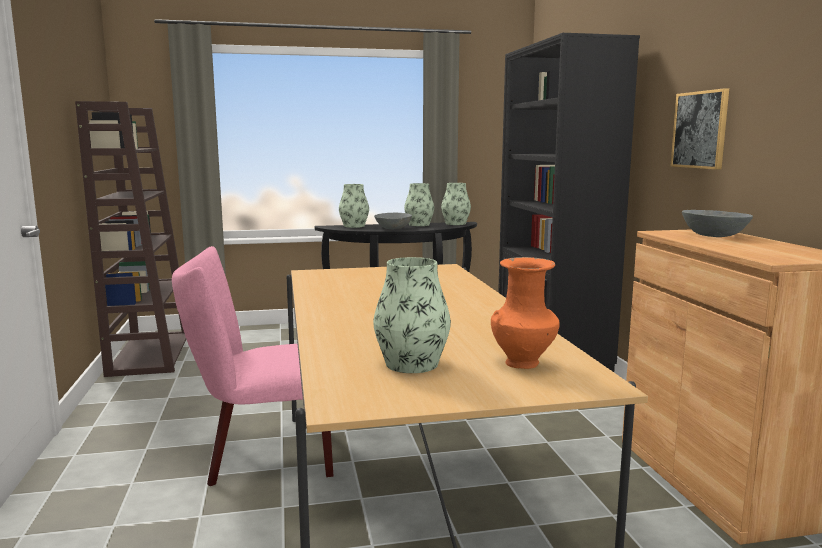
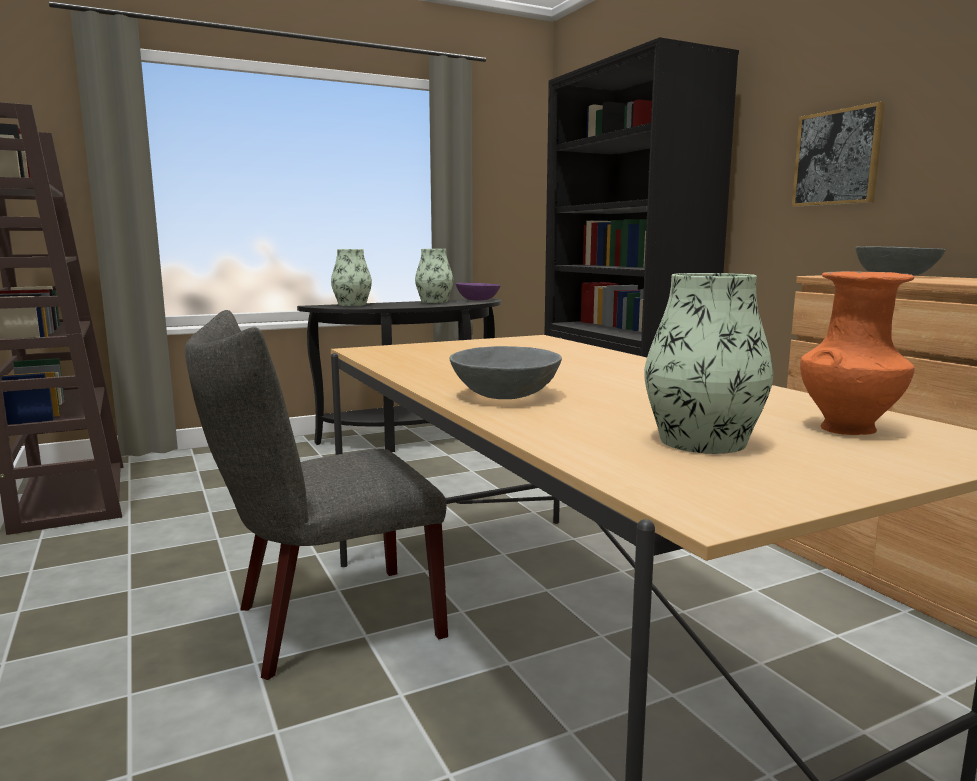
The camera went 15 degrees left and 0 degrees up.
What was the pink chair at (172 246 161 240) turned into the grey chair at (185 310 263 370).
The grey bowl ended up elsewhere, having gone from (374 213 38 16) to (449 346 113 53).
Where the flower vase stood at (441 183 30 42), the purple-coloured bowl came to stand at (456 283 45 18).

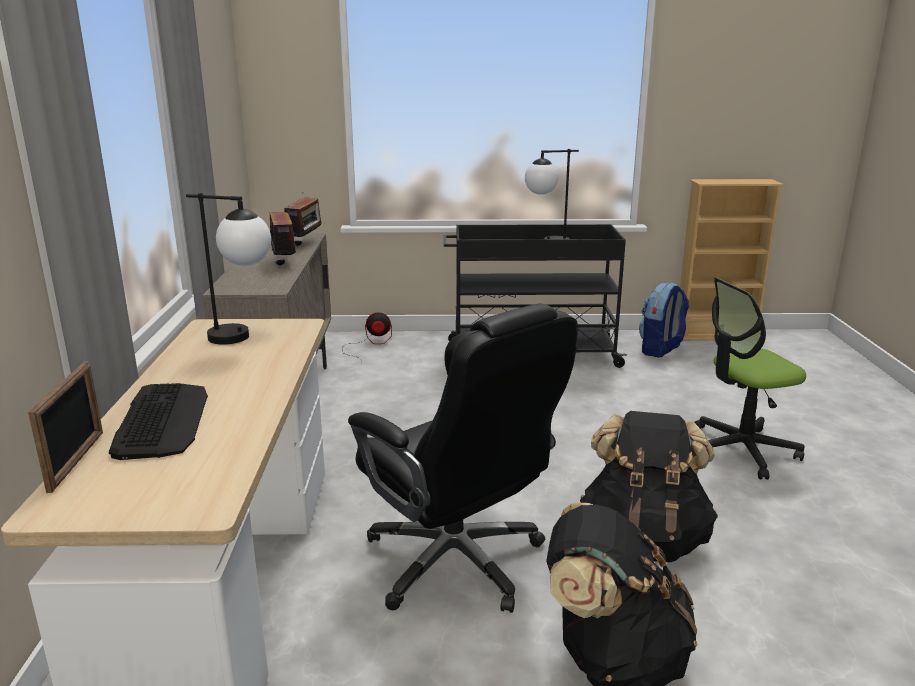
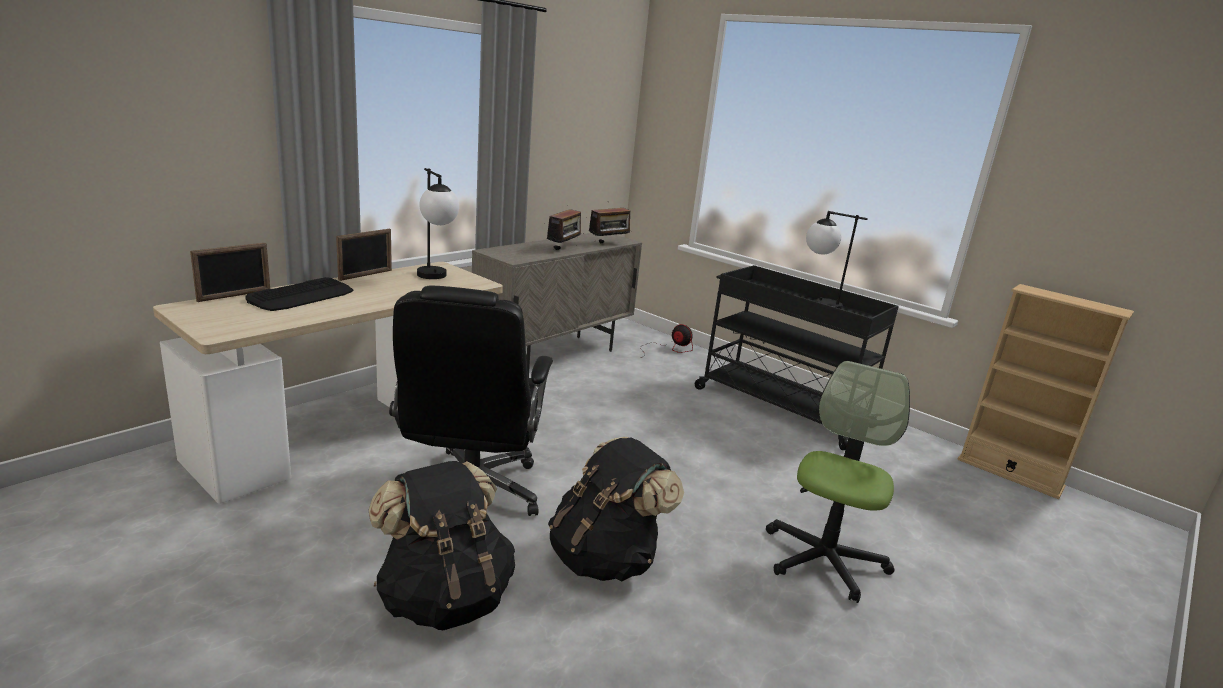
The camera went 40 degrees right and 0 degrees up.
The second view gained the picture frame at (336 229 56 52).
The office chair at (694 278 112 201) ended up facing another way, 90 degrees clockwise from before.
The second view lost the rucksack at (639 282 50 76).

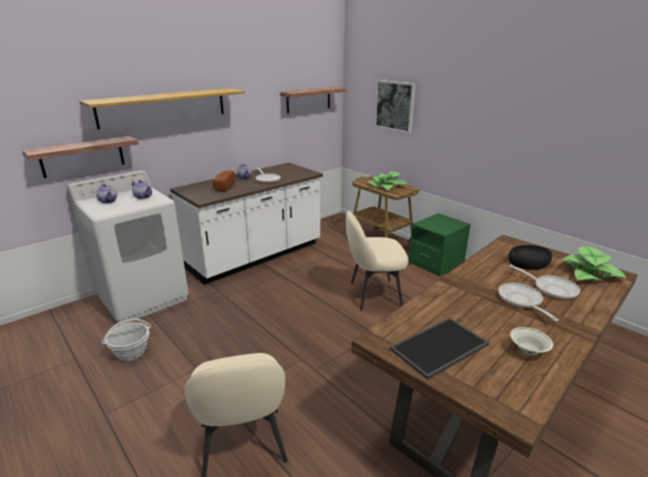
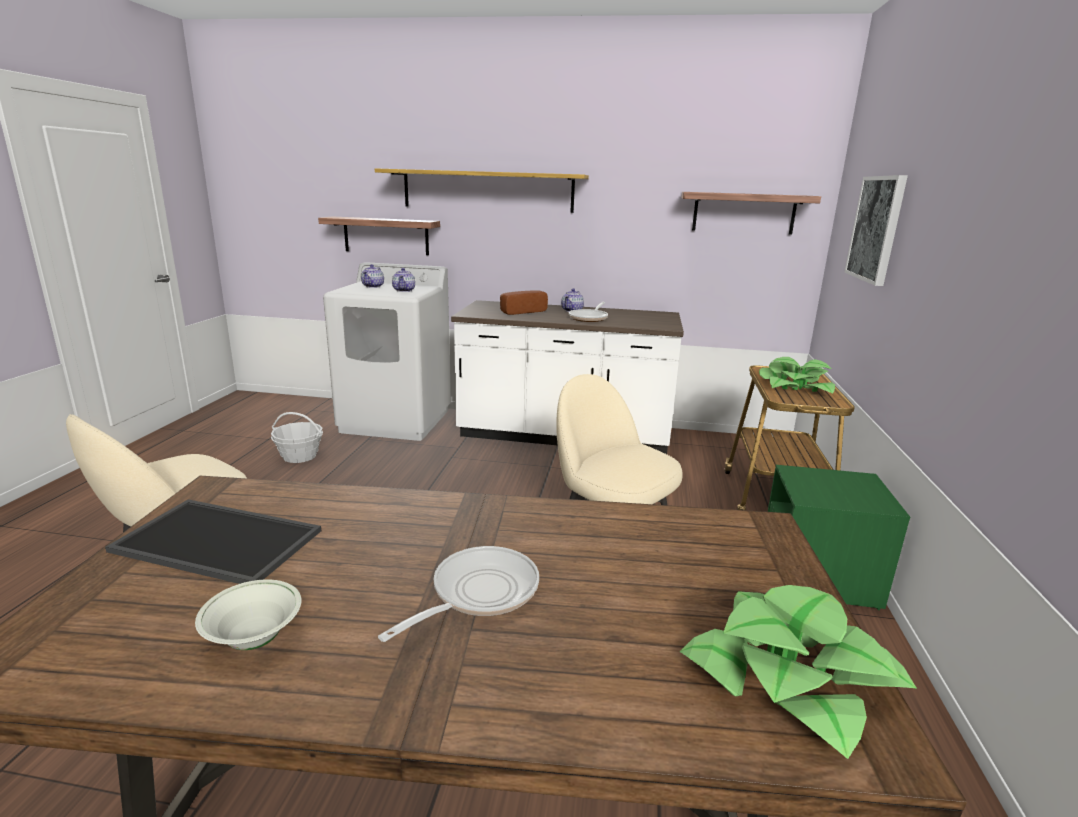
The camera went 50 degrees right and 5 degrees down.
The second view lost the black bowl at (508 245 44 25).
The second view lost the skillet at (509 265 71 34).

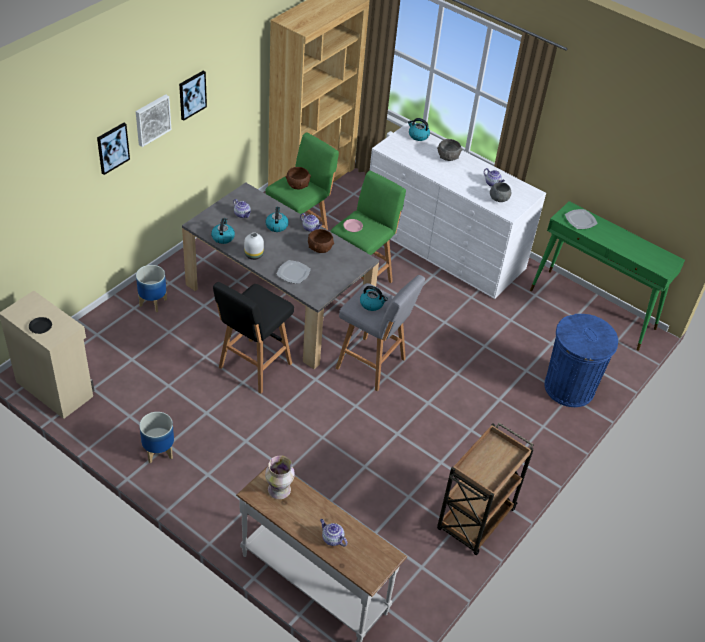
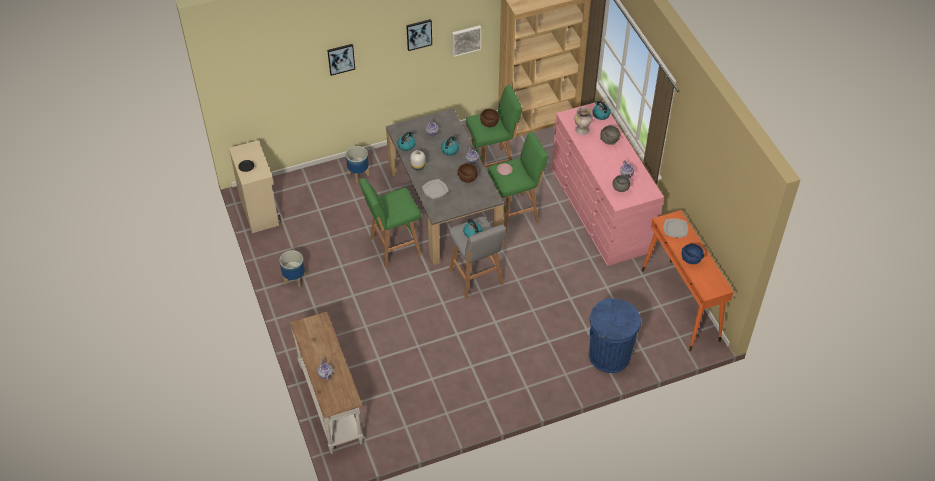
The camera went 35 degrees right and 5 degrees up.
What was the black stool seat at (213 282 81 112) turned into the green stool seat at (359 178 62 90).
The wall art ended up elsewhere, having gone from (136 94 35 53) to (452 25 29 32).
What was the whitish drawer chest at (370 123 176 176) turned into the pink drawer chest at (552 103 112 163).
The flower vase ended up elsewhere, having gone from (265 455 30 44) to (574 107 18 28).
What was the green narrow table at (530 201 155 150) turned into the orange narrow table at (642 210 92 141).
The second view gained the bluish bowl at (682 244 22 20).
The second view lost the brown-coloured trolley at (437 423 97 132).

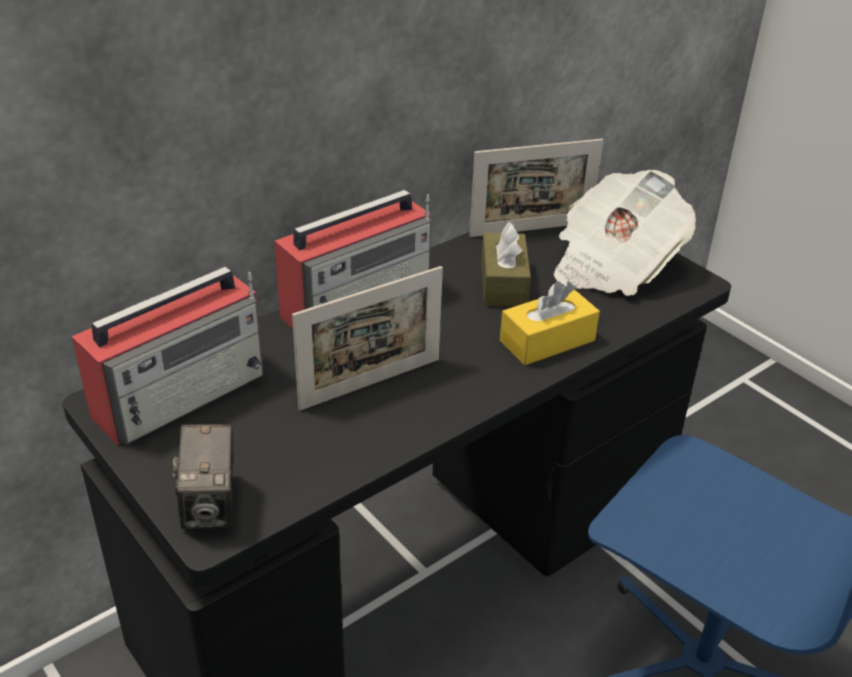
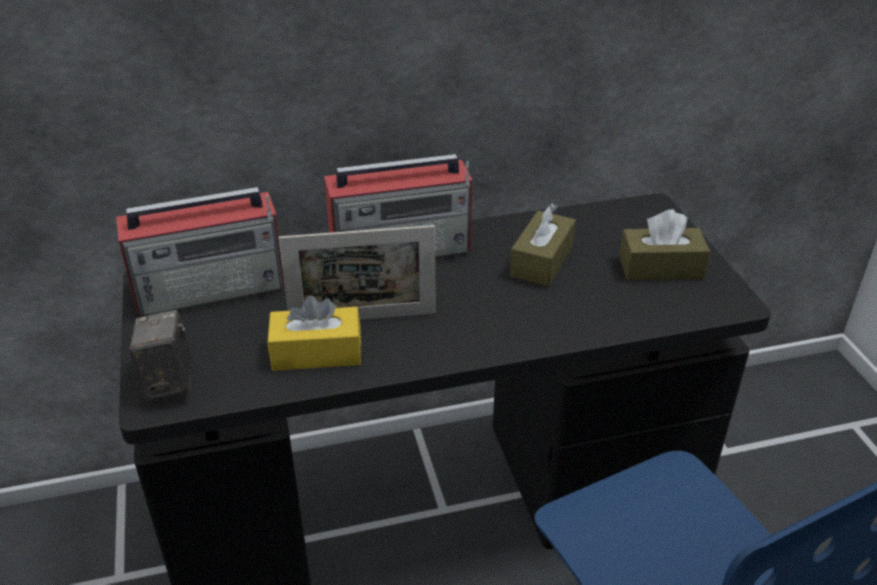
The camera went 25 degrees right and 0 degrees up.
The still camera at (172 424 62 105) ended up facing another way, 150 degrees clockwise from before.
The yellow tissue holder ended up elsewhere, having gone from (500 281 100 84) to (268 295 93 76).
Where the newspaper stood at (554 170 142 126), the brown-coloured tissue holder came to stand at (619 209 91 71).
The second view lost the picture frame at (470 139 133 98).

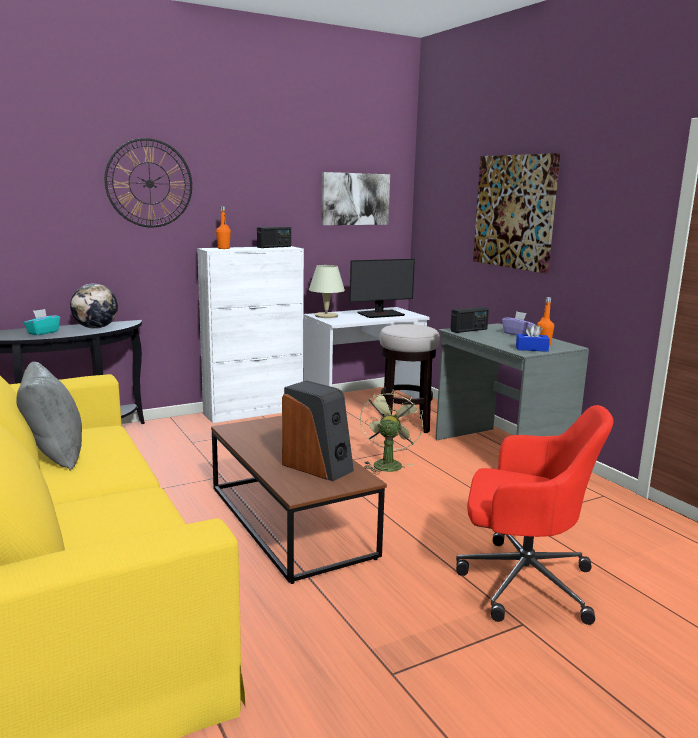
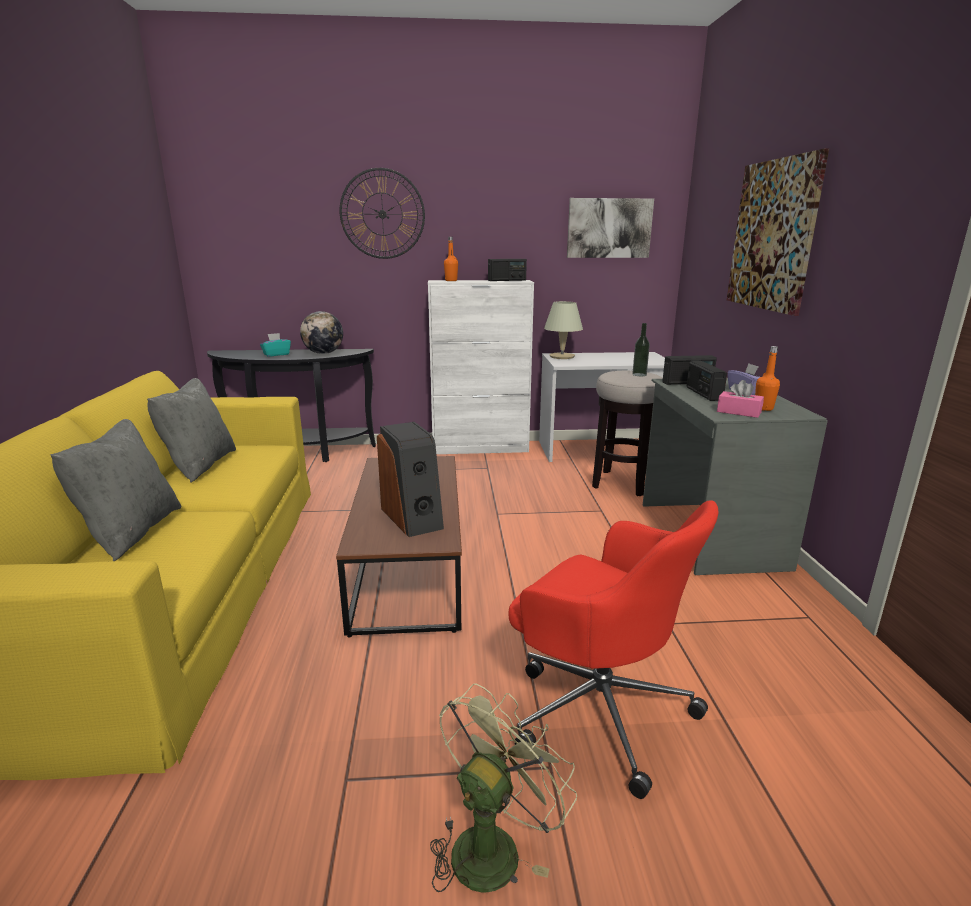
The camera went 25 degrees right and 5 degrees up.
The second view gained the grey throw pillow at (50 419 131 142).
The green fan ended up elsewhere, having gone from (360 390 63 84) to (430 684 147 208).
The second view gained the bottle at (632 323 18 53).
The second view gained the radio at (686 361 41 40).
What was the bluish tissue holder at (516 324 34 28) turned into the pink tissue holder at (717 380 47 38).
The second view lost the computer display at (350 259 65 59).

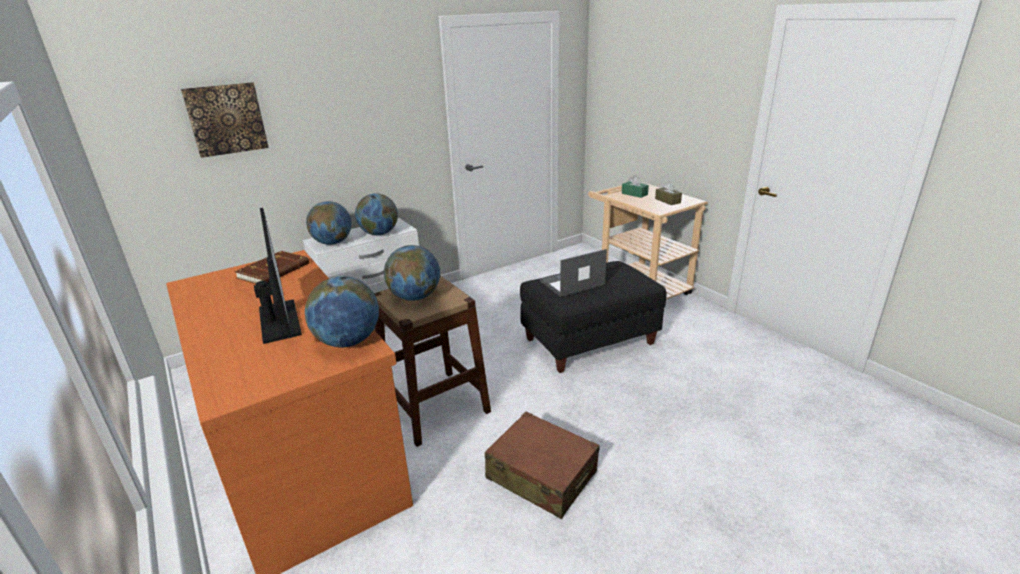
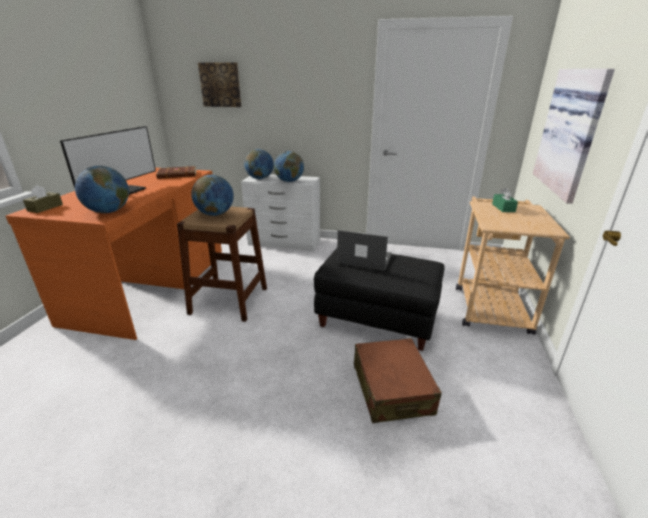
The camera went 45 degrees right and 0 degrees up.
The brown-coloured tissue holder ended up elsewhere, having gone from (655 181 27 24) to (23 185 40 28).
The brown-coloured suitcase ended up elsewhere, having gone from (485 412 115 107) to (354 338 88 85).
The second view gained the wall art at (533 69 82 135).

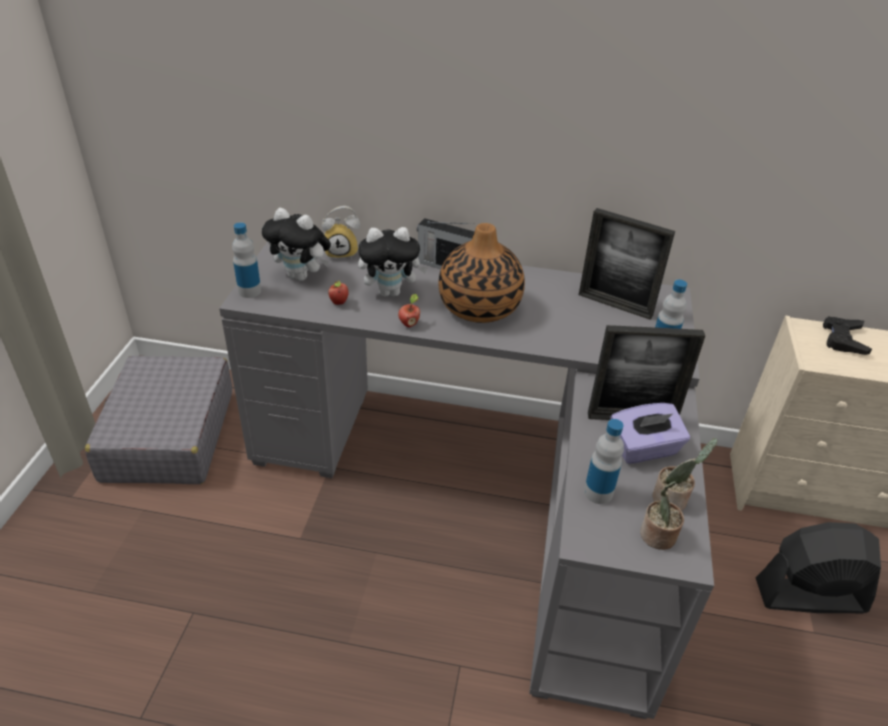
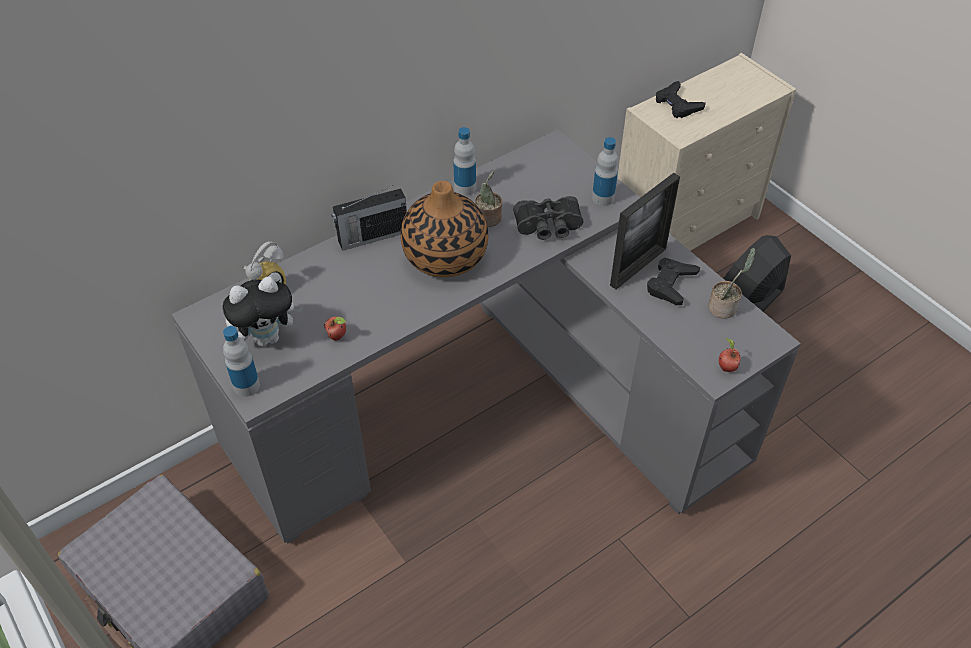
The camera went 45 degrees left and 10 degrees up.
The bottle ended up elsewhere, having gone from (584 419 40 85) to (453 127 23 69).
The houseplant ended up elsewhere, having gone from (640 481 44 69) to (475 171 27 56).
The second view gained the black binoculars at (513 196 70 44).
Where the purple-coloured tissue holder stood at (610 403 80 61), the black game controller came to stand at (647 258 53 47).
The whole apple ended up elsewhere, having gone from (398 294 22 33) to (719 338 22 34).
The second view lost the soft toy at (358 227 70 70).
The second view lost the picture frame at (579 208 96 112).

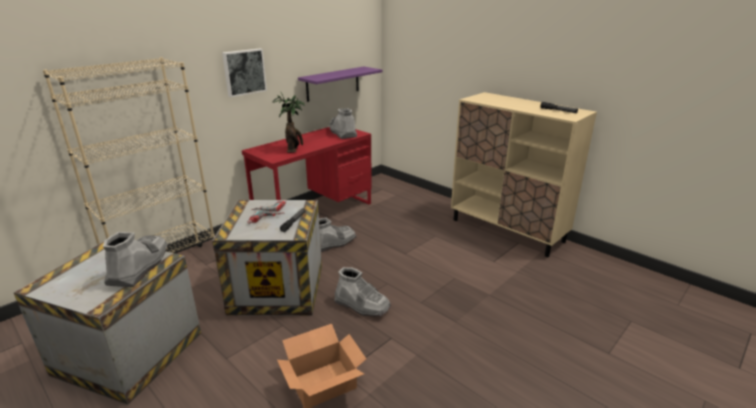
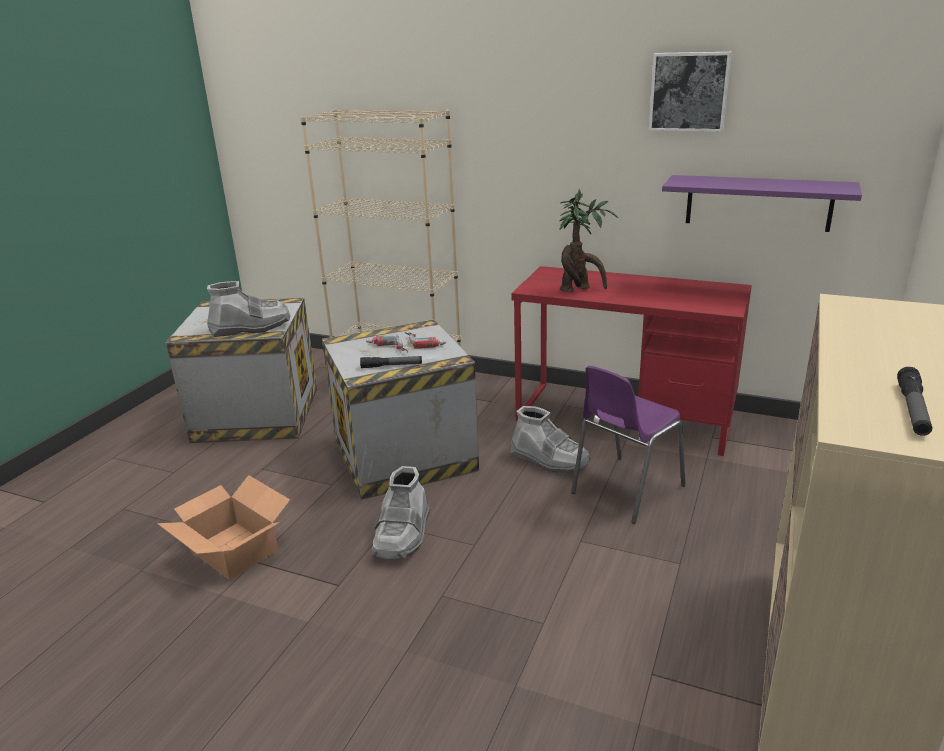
The camera went 70 degrees right and 0 degrees up.
The second view gained the purple-coloured chair at (571 366 115 158).
The wall art ended up elsewhere, having gone from (222 48 45 49) to (649 52 83 80).
The second view lost the grey high-top boot at (329 108 28 31).

